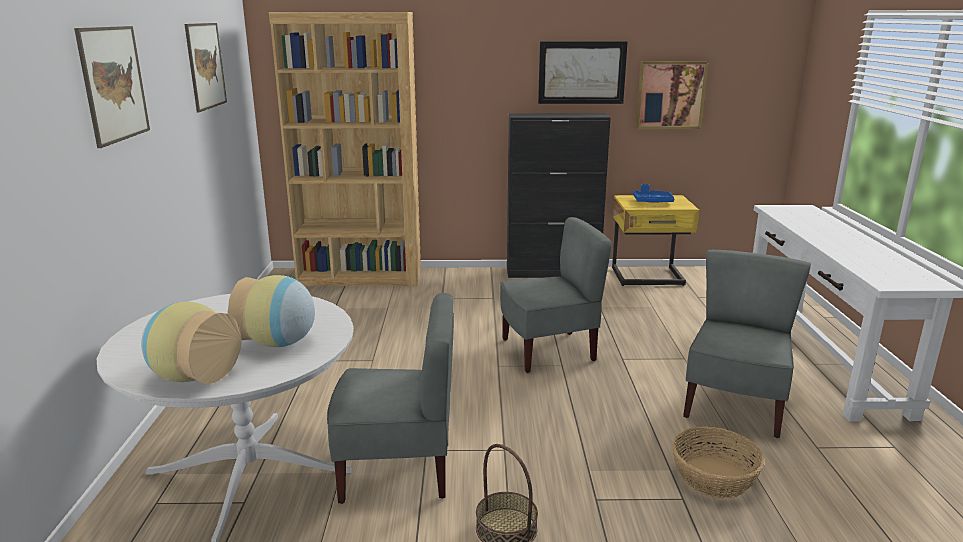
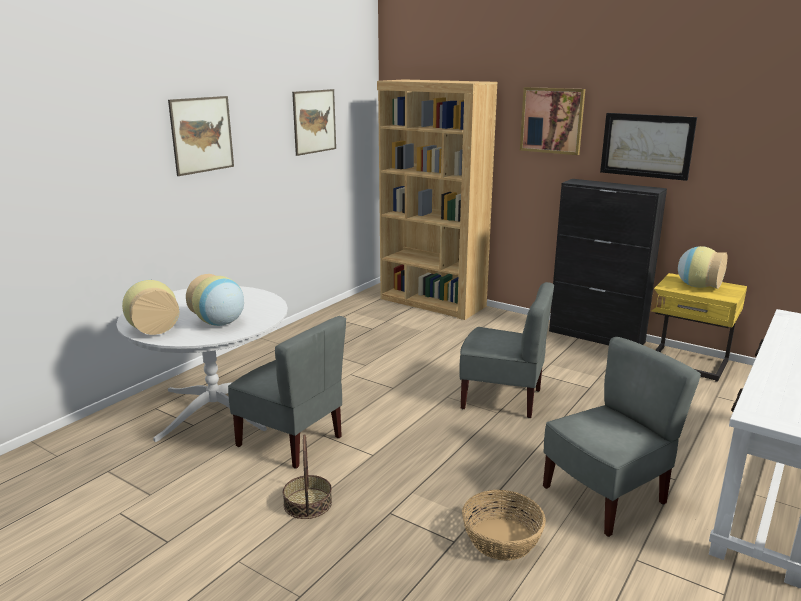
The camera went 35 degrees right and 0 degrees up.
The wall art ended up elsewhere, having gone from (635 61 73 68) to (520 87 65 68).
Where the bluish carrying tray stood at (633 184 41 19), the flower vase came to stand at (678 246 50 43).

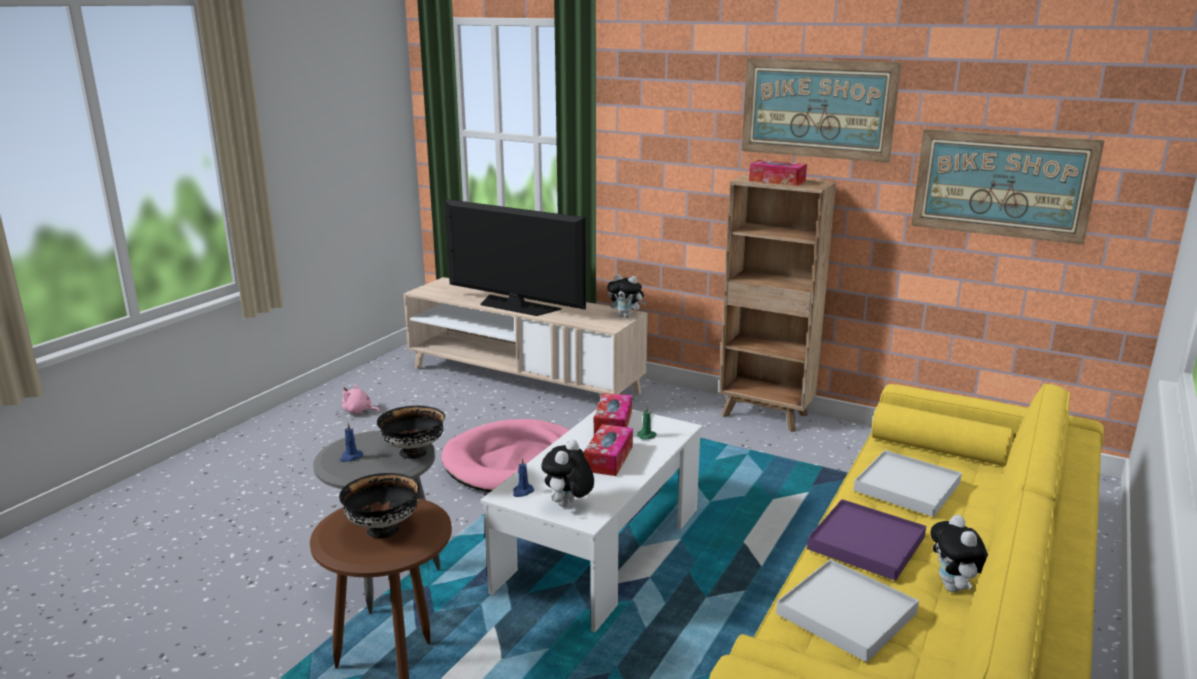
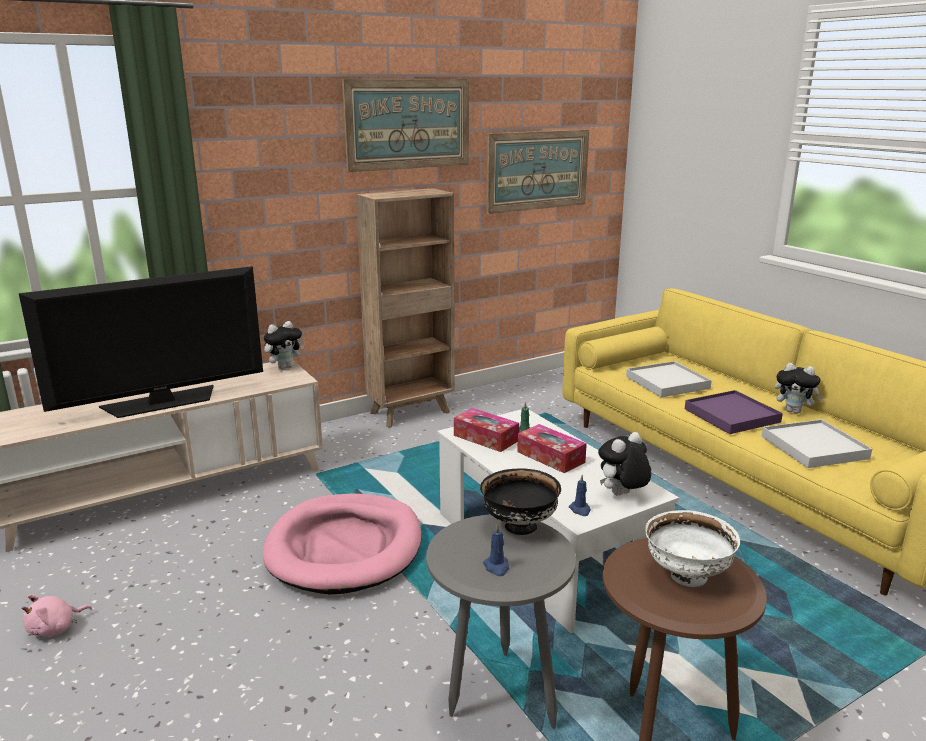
The camera went 60 degrees left and 0 degrees up.
The soft toy at (541 439 53 68) ended up facing another way, 90 degrees clockwise from before.
What was the black bowl at (339 473 80 65) turned into the whitish bowl at (645 510 95 77).
The second view lost the tissue holder at (749 160 58 26).

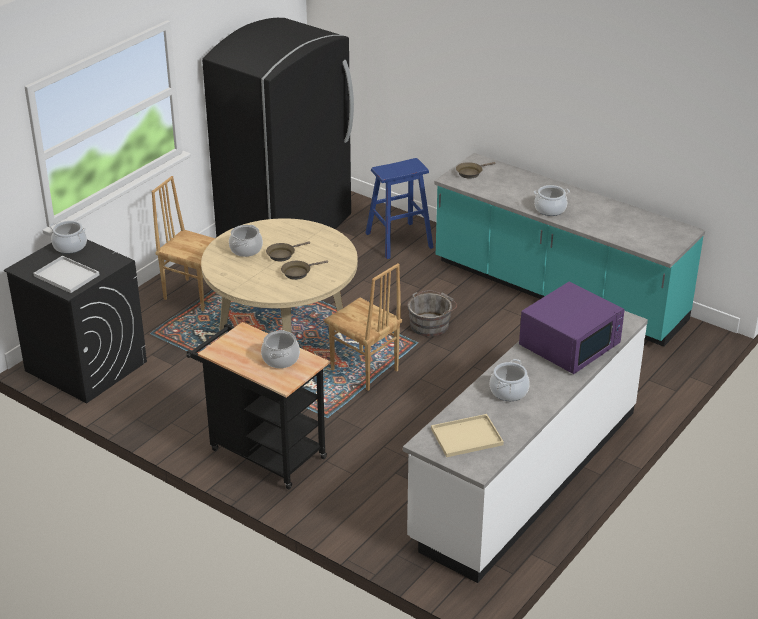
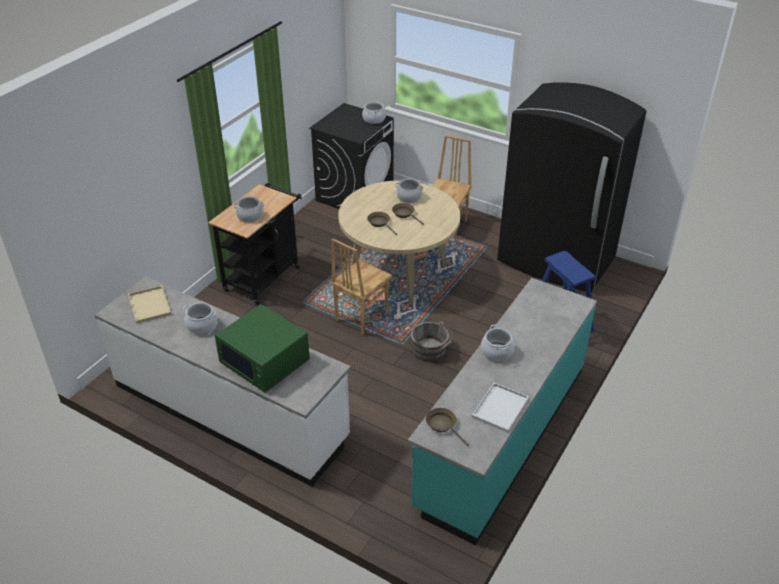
The camera went 85 degrees right and 5 degrees up.
What was the purple-coloured kitchen microwave at (519 281 106 93) turned into the green kitchen microwave at (215 304 95 89).
The brown-coloured skillet ended up elsewhere, having gone from (456 162 40 17) to (426 408 43 38).
The whitish carrying tray ended up elsewhere, having gone from (33 256 66 37) to (472 383 57 50).

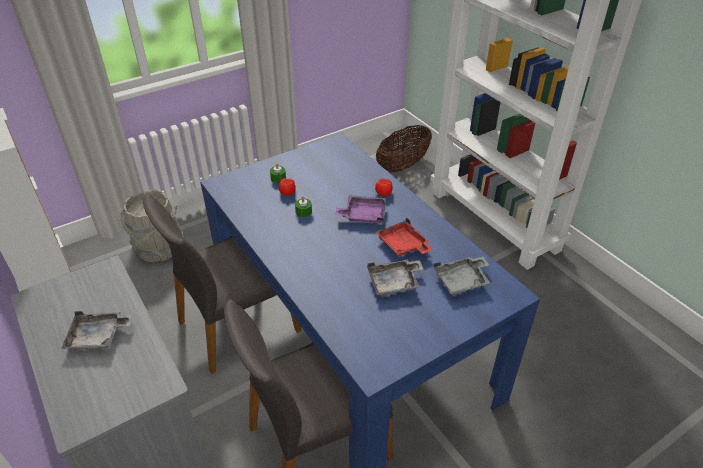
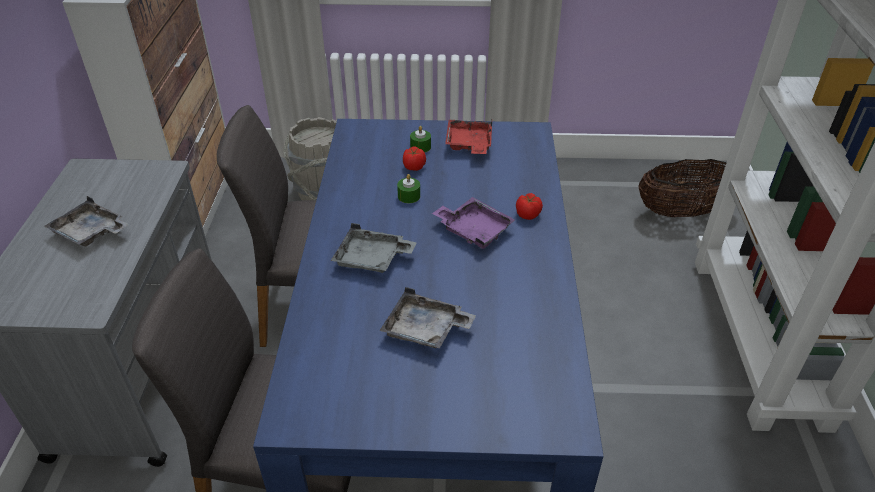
The camera went 35 degrees right and 0 degrees up.
The grey carrying tray ended up elsewhere, having gone from (434 257 56 38) to (331 223 86 50).
The red-coloured carrying tray ended up elsewhere, having gone from (376 218 57 38) to (445 120 47 34).

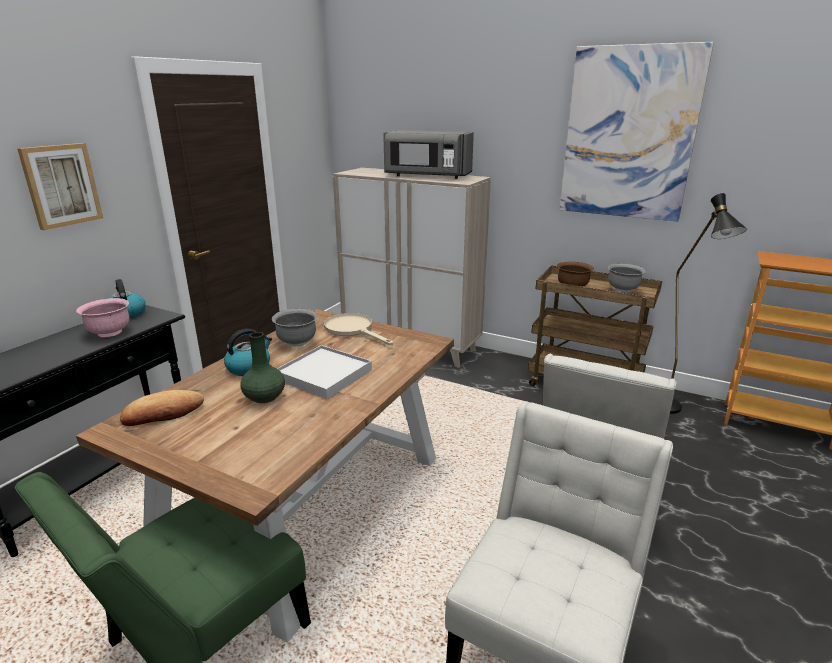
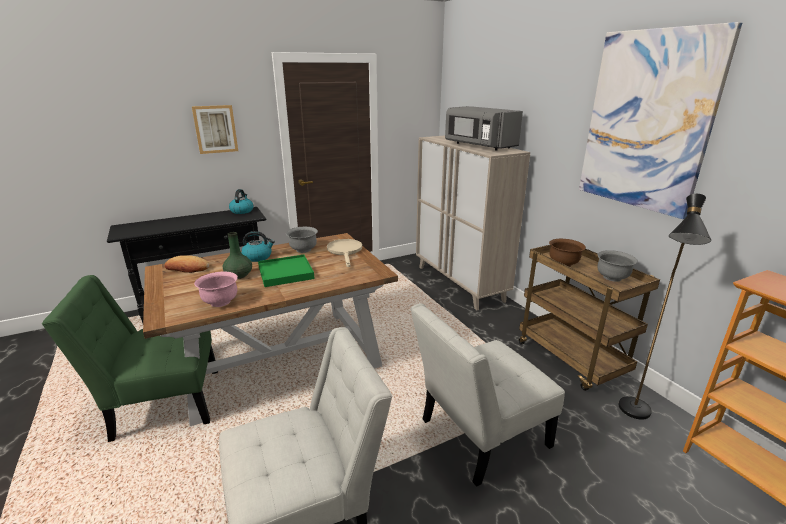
The camera went 35 degrees right and 0 degrees up.
The pink bowl ended up elsewhere, having gone from (76 298 54 39) to (194 271 44 36).
What was the whitish carrying tray at (277 345 95 54) turned into the green carrying tray at (258 255 57 32).

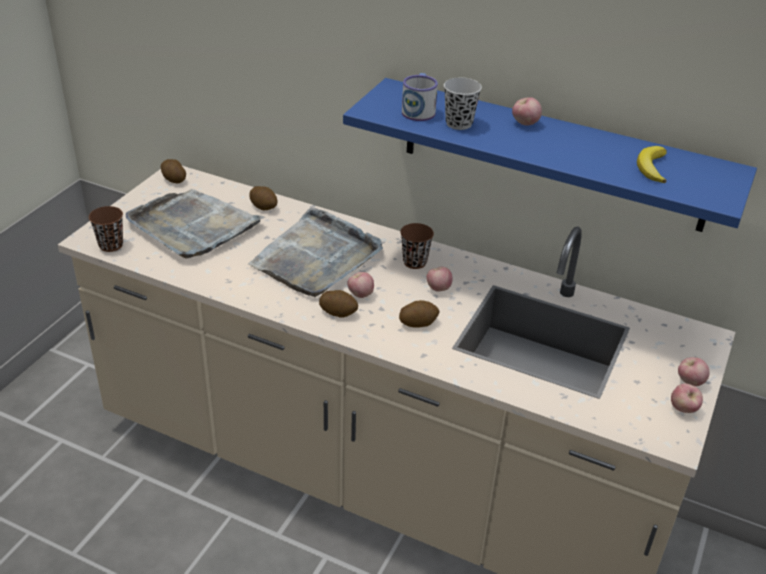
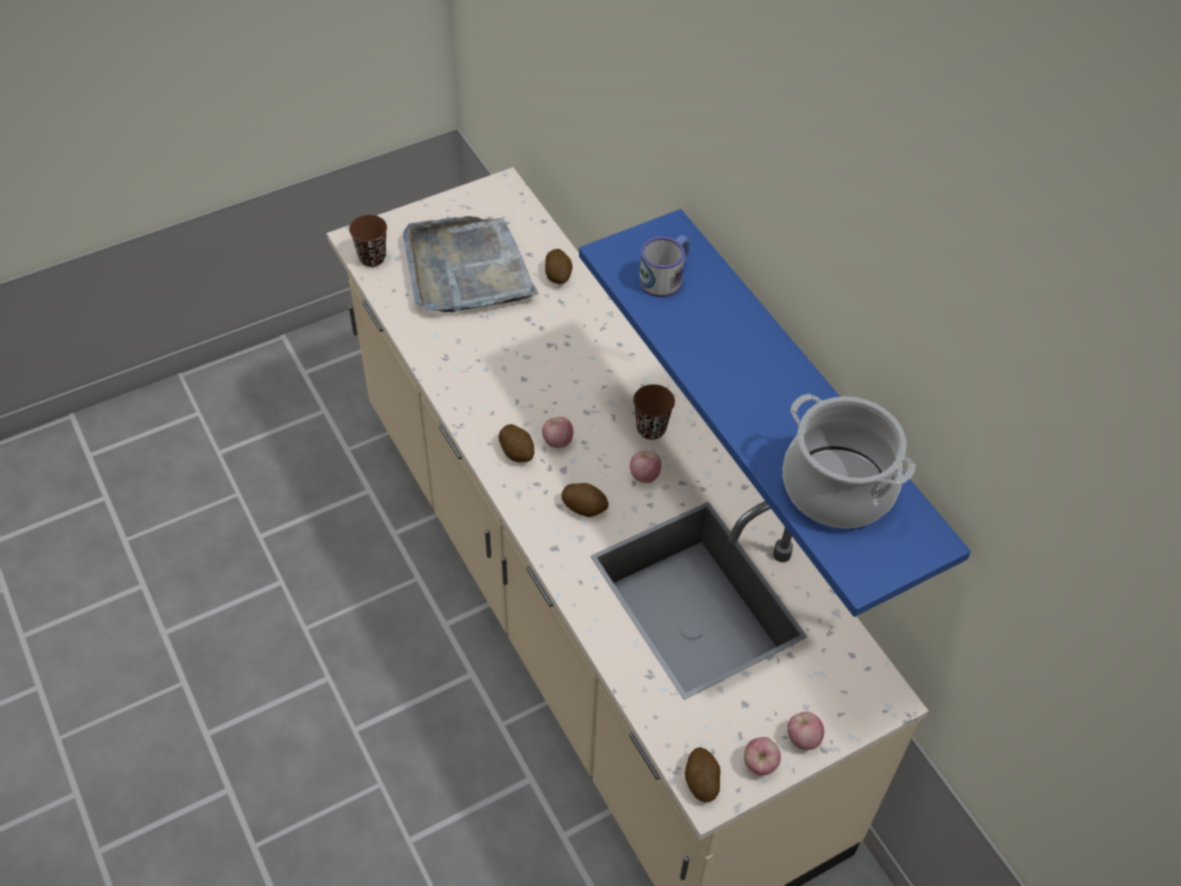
The camera went 35 degrees right and 15 degrees up.
The spud ended up elsewhere, having gone from (161 159 25 24) to (685 747 36 55).
Where the banana stood at (637 146 30 37), the saucepot came to stand at (783 394 133 135).
The second view lost the grey carrying tray at (248 207 135 90).
The second view lost the black cup at (444 78 38 52).
The second view lost the whole apple at (512 97 30 29).

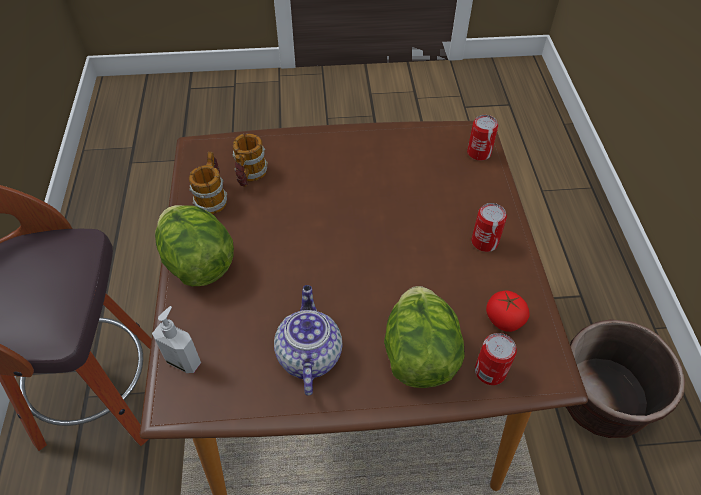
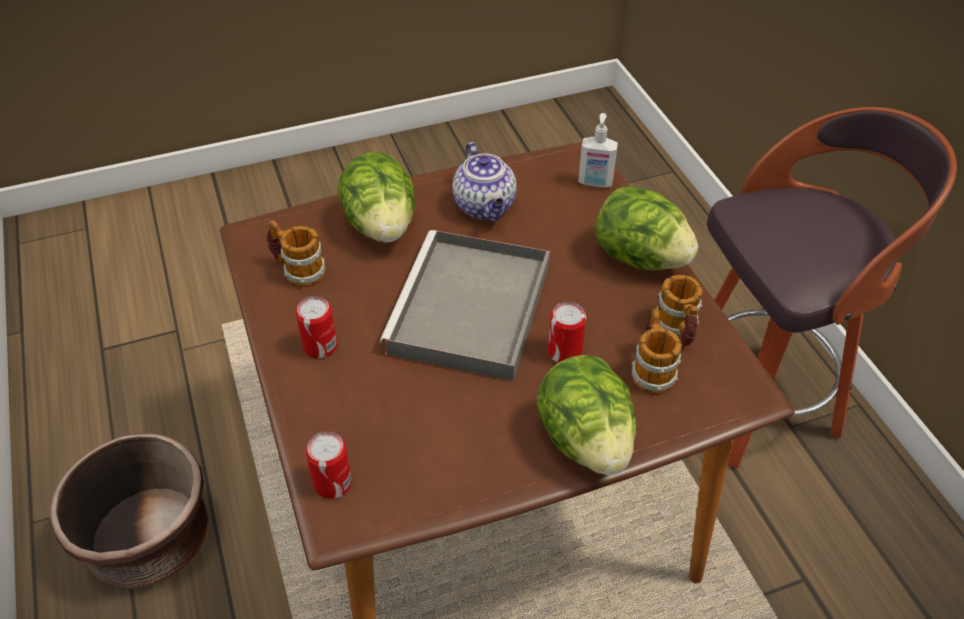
The camera went 165 degrees right and 5 degrees down.
Where the whole tomato stood at (486 291 43 41), the coffee mug came to stand at (267 220 58 67).
The second view gained the grey carrying tray at (380 230 170 151).
The second view gained the head of lettuce at (537 355 99 120).
The metal can ended up elsewhere, having gone from (475 333 42 52) to (548 302 38 61).

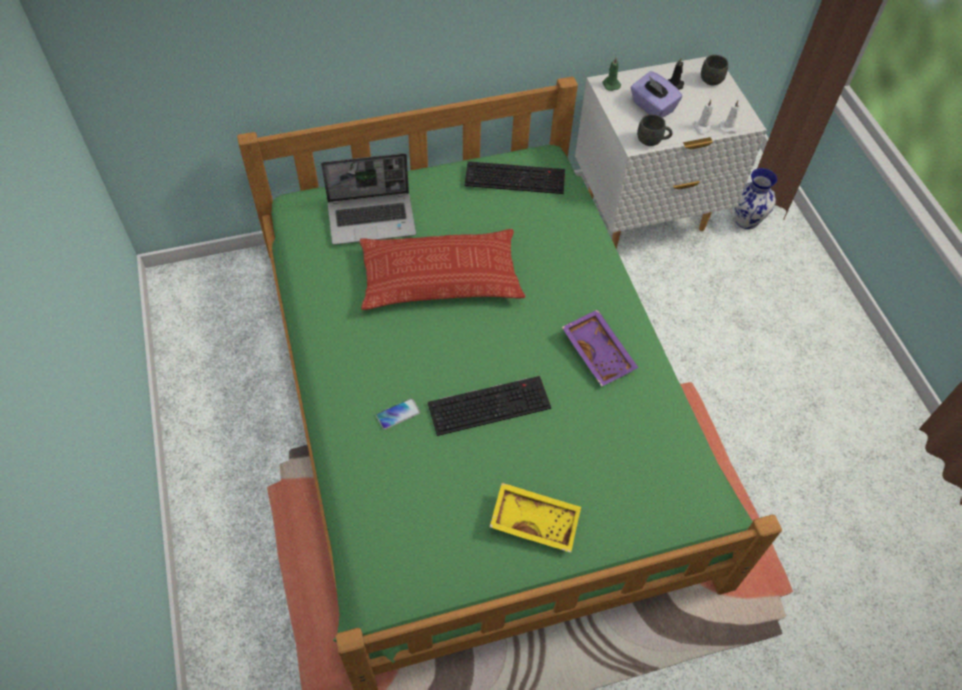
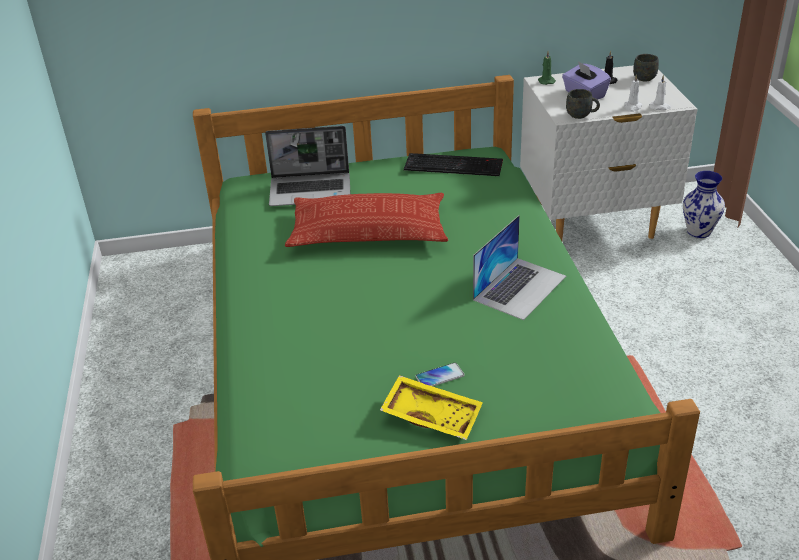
The camera went 10 degrees right and 20 degrees down.
The phone ended up elsewhere, having gone from (376 398 44 32) to (416 363 49 23).
Where the purple-coloured carrying tray stood at (562 310 76 77), the notebook computer came to stand at (473 215 93 105).
The second view lost the computer keyboard at (428 376 123 60).

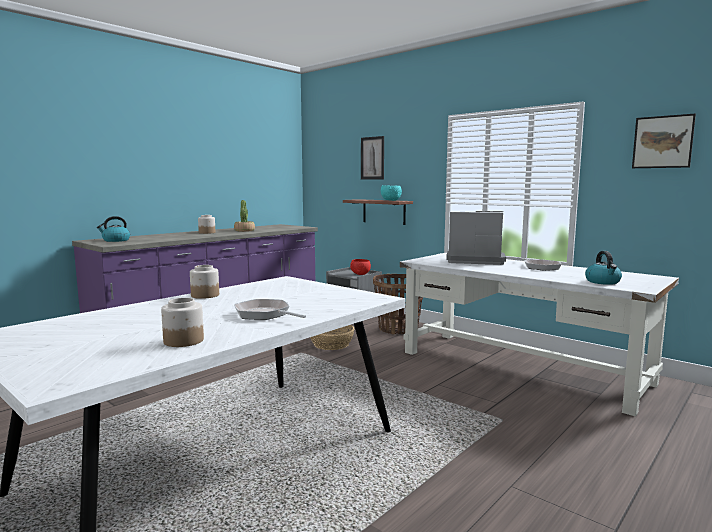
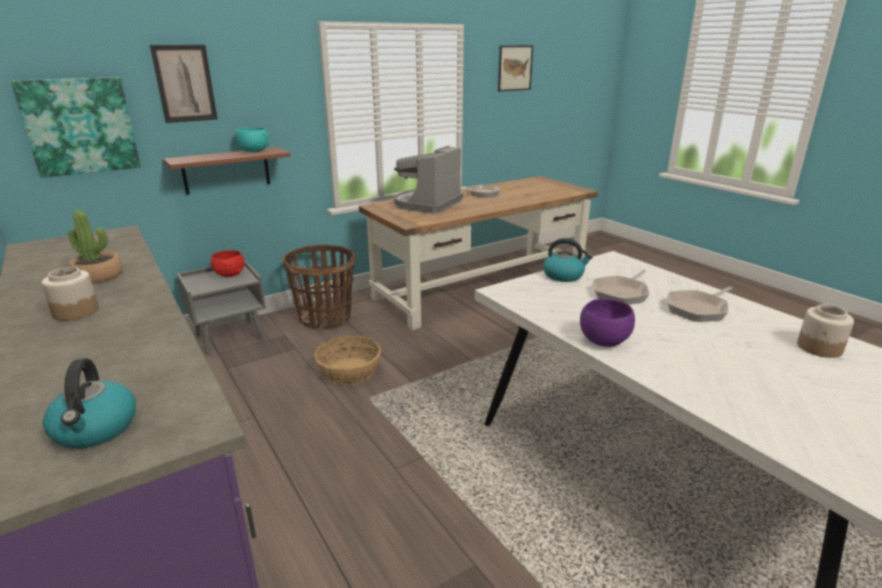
The camera went 75 degrees left and 15 degrees up.
The second view gained the wall art at (11 77 130 101).
What was the whitish desk unit at (400 253 279 164) turned into the brown-coloured desk unit at (359 176 239 154).
The kettle ended up elsewhere, having gone from (585 251 37 34) to (543 238 50 44).
Where the jar stood at (190 265 29 34), the purple-coloured bowl came to stand at (580 299 55 48).
The second view gained the skillet at (593 270 56 35).

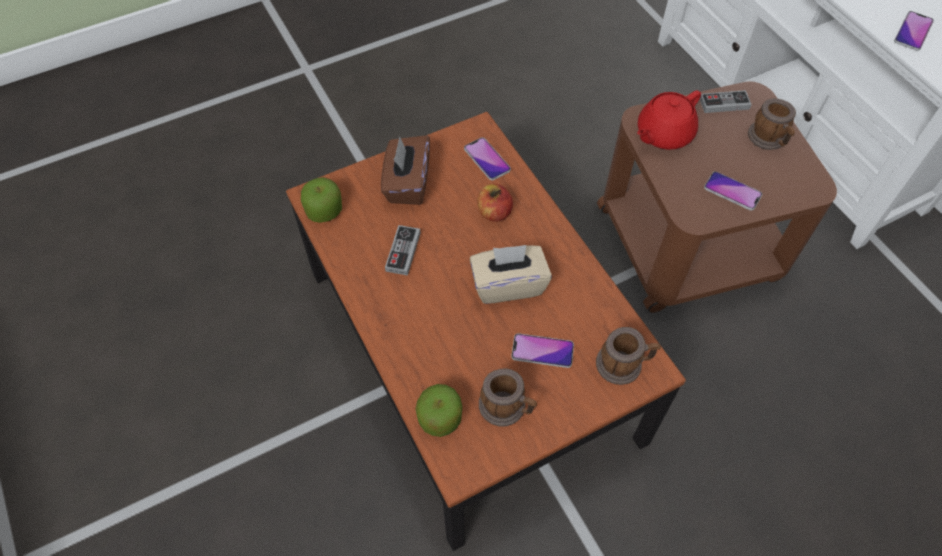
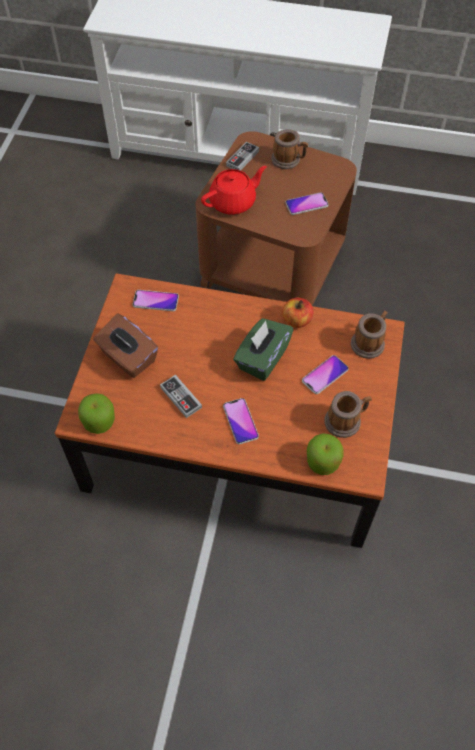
The camera went 50 degrees left and 0 degrees up.
The red-coloured tea pot at (637 90 64 60) ended up facing another way, 120 degrees counterclockwise from before.
The phone ended up elsewhere, having gone from (894 11 40 40) to (223 398 36 46).
What was the beige-coloured tissue holder at (470 245 82 59) turned into the green tissue holder at (233 318 60 63).
The whole apple ended up elsewhere, having gone from (477 184 36 38) to (282 298 31 30).

